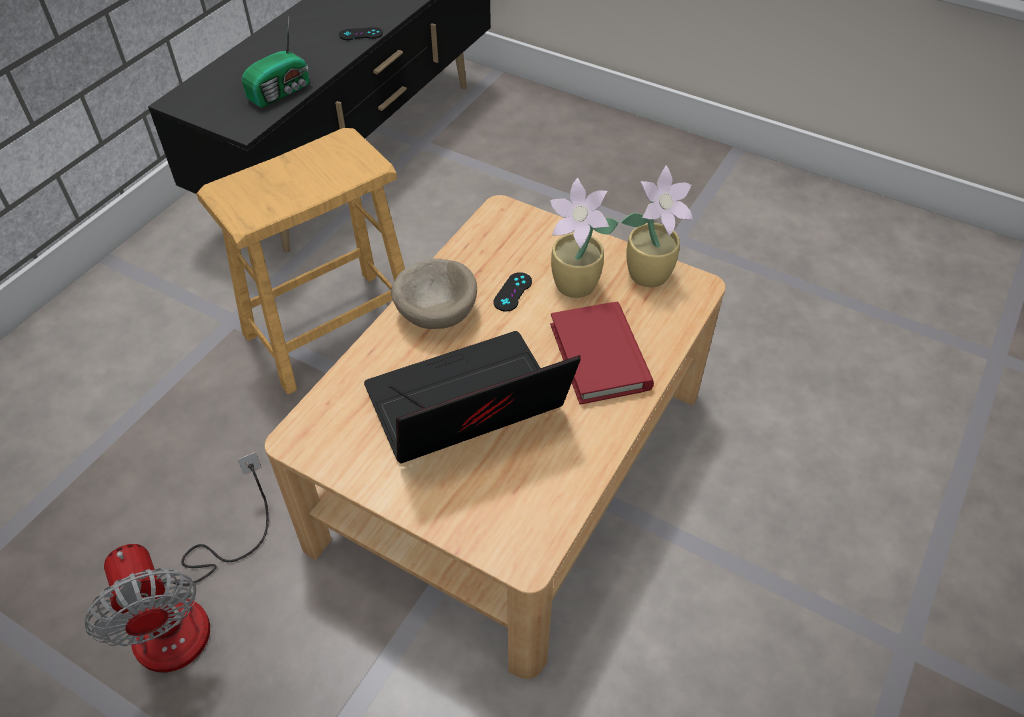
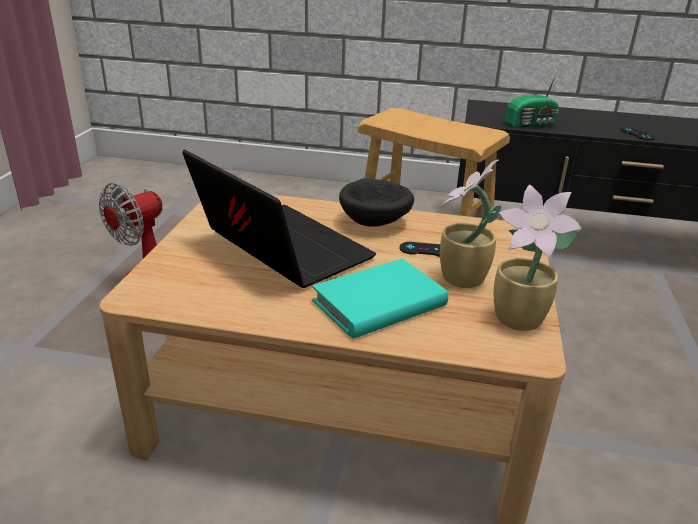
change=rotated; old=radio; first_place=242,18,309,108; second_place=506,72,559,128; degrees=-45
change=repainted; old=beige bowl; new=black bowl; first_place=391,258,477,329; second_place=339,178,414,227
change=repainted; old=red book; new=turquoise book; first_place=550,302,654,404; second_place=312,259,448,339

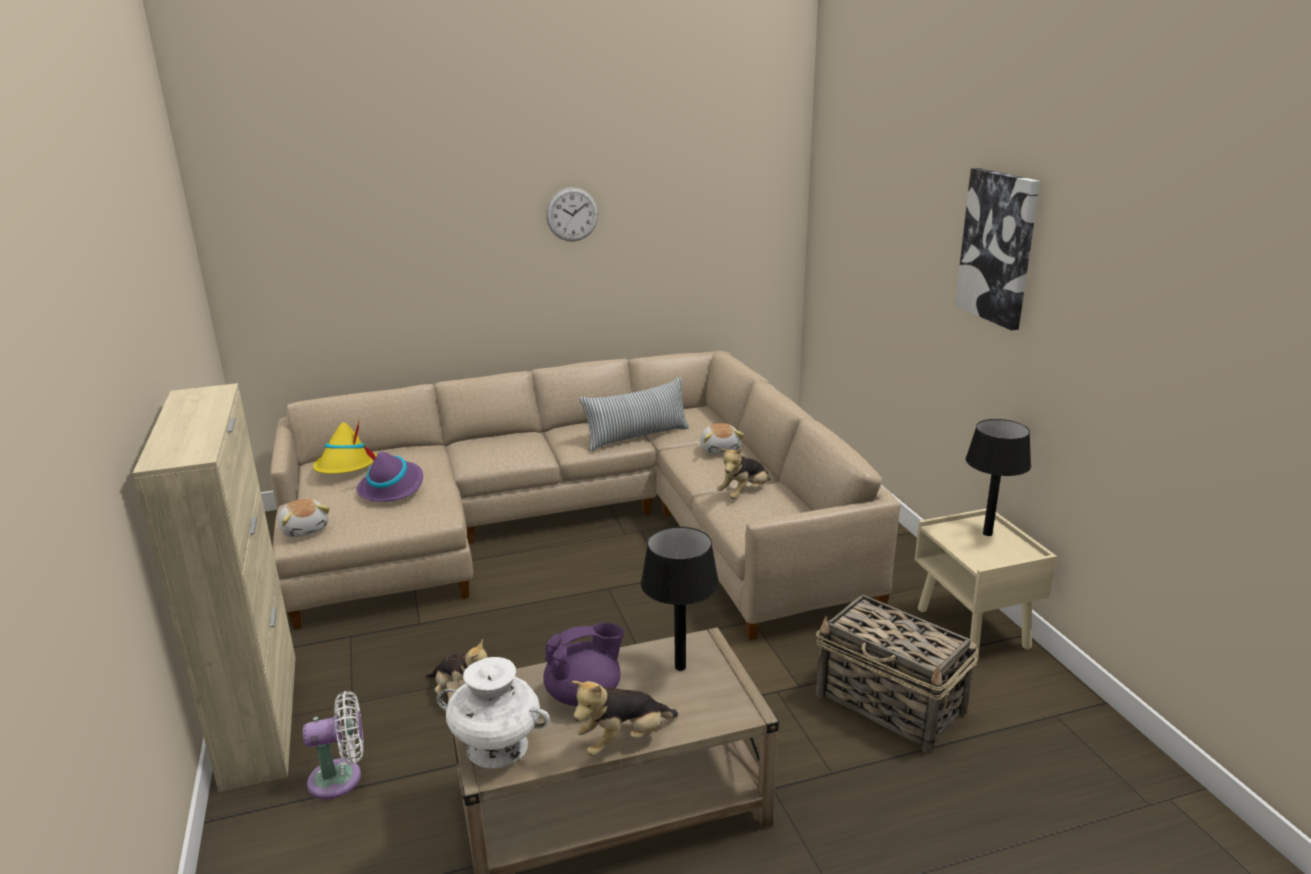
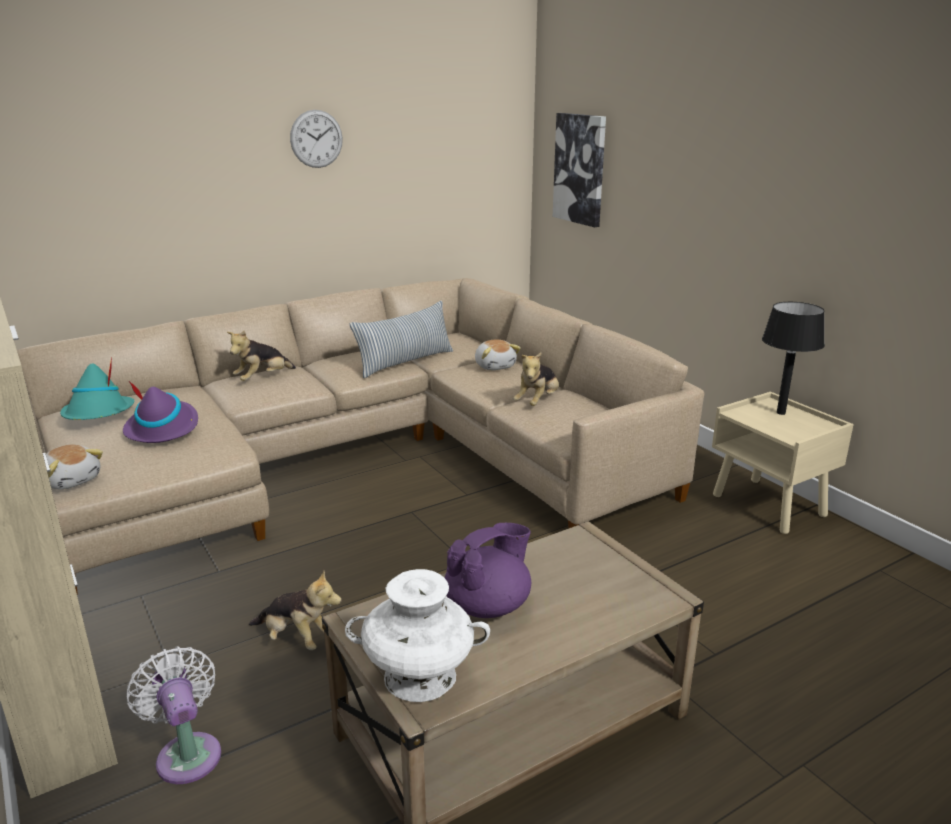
change=shifted; old=picture; first_place=955,168,1040,330; second_place=553,113,606,227
change=repainted; old=yellow hat; new=turquoise hat; first_place=313,421,377,474; second_place=60,357,134,420
change=gone; old=black table lamp; first_place=641,527,719,671
change=gone; old=basket; first_place=816,594,979,753
change=shifted; old=plush toy; first_place=572,681,678,756; second_place=227,330,296,381
change=rotated; old=white fan; first_place=303,691,364,799; second_place=127,646,221,784; degrees=-90

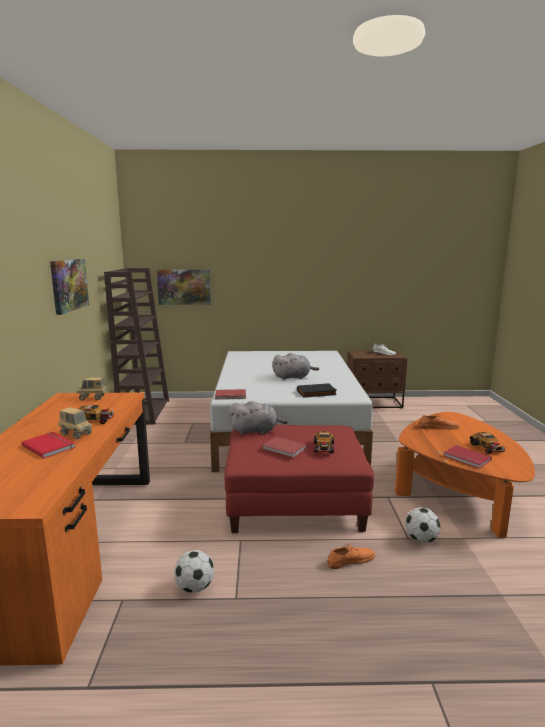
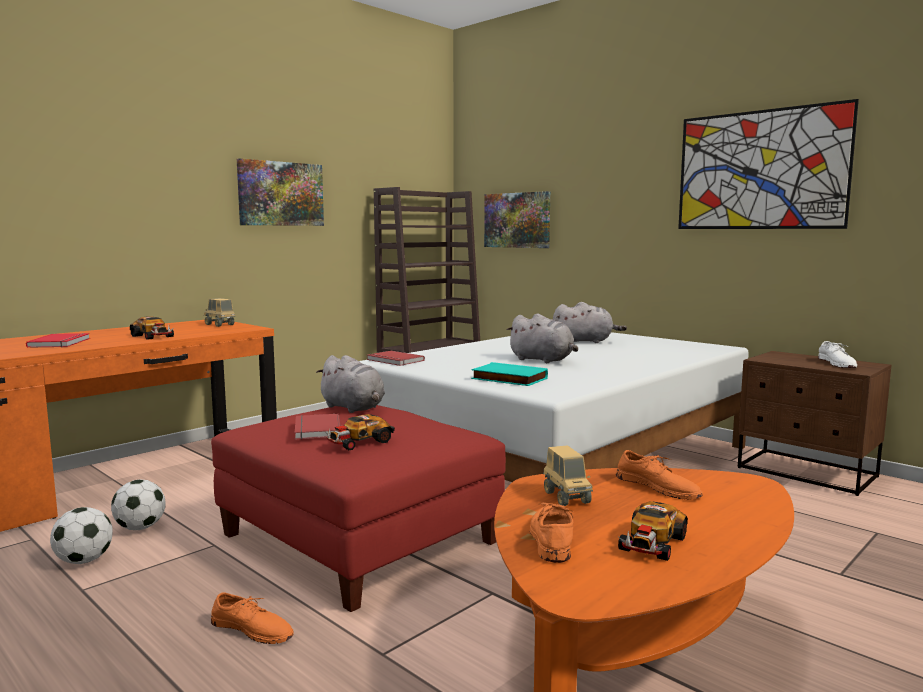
change=repainted; old=black book; new=turquoise book; first_place=297,383,337,398; second_place=471,362,548,386
change=shifted; old=toy truck; first_place=58,407,92,439; second_place=543,445,593,506
change=swapped; old=red book; new=orange shoe; first_place=444,445,492,469; second_place=530,503,574,563
change=shifted; old=football; first_place=405,508,441,543; second_place=111,480,166,530
change=new; new=picture; second_place=678,99,859,229
change=new; new=grey plush toy; second_place=553,302,627,343

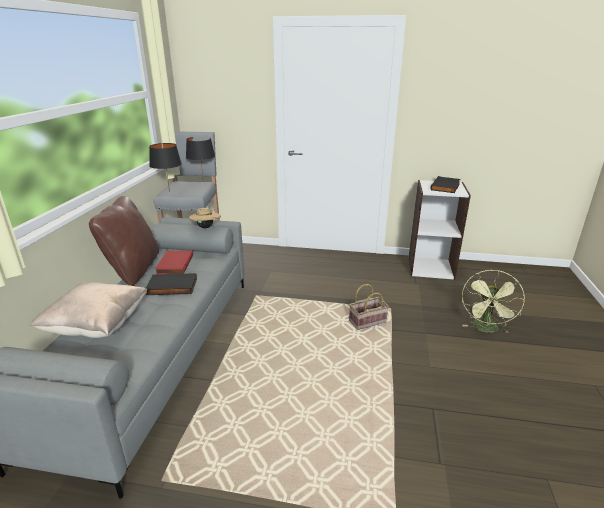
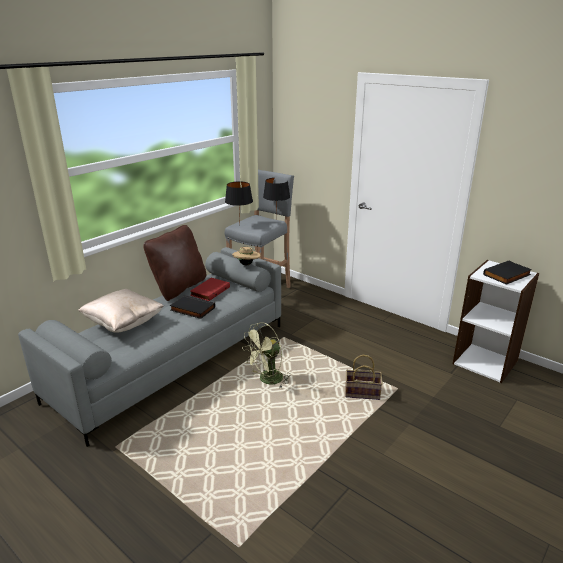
change=shifted; old=green fan; first_place=462,270,525,333; second_place=242,322,291,389

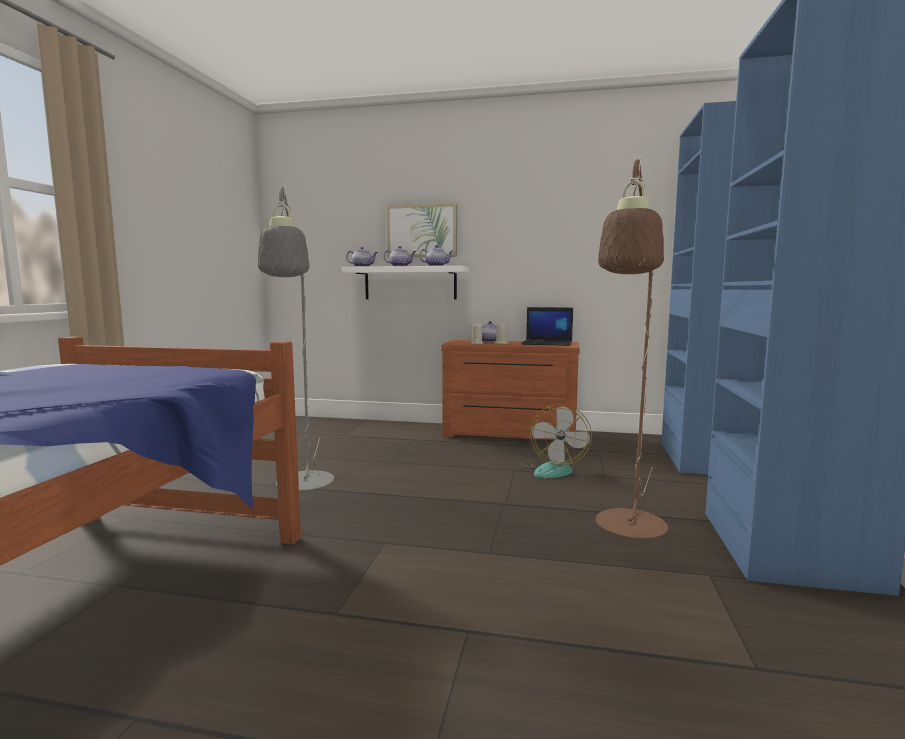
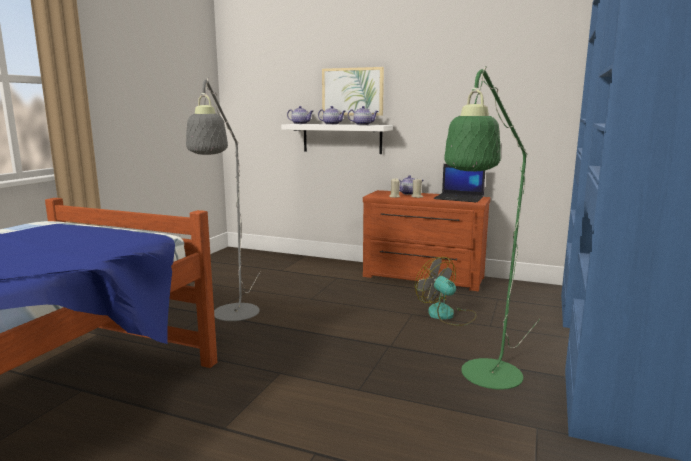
change=repainted; old=brown floor lamp; new=green floor lamp; first_place=596,156,668,539; second_place=444,66,540,389
change=rotated; old=fan; first_place=521,404,592,478; second_place=415,257,476,326; degrees=120

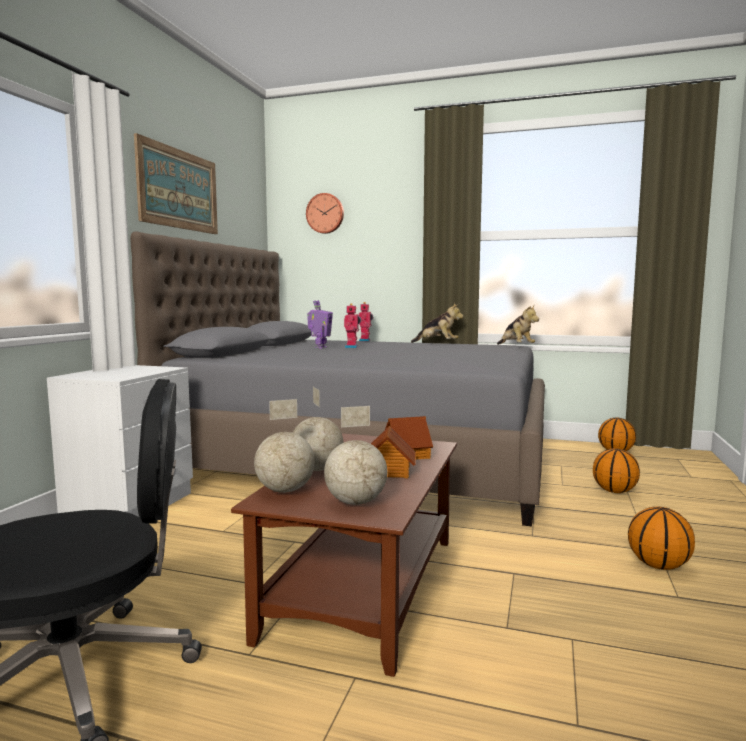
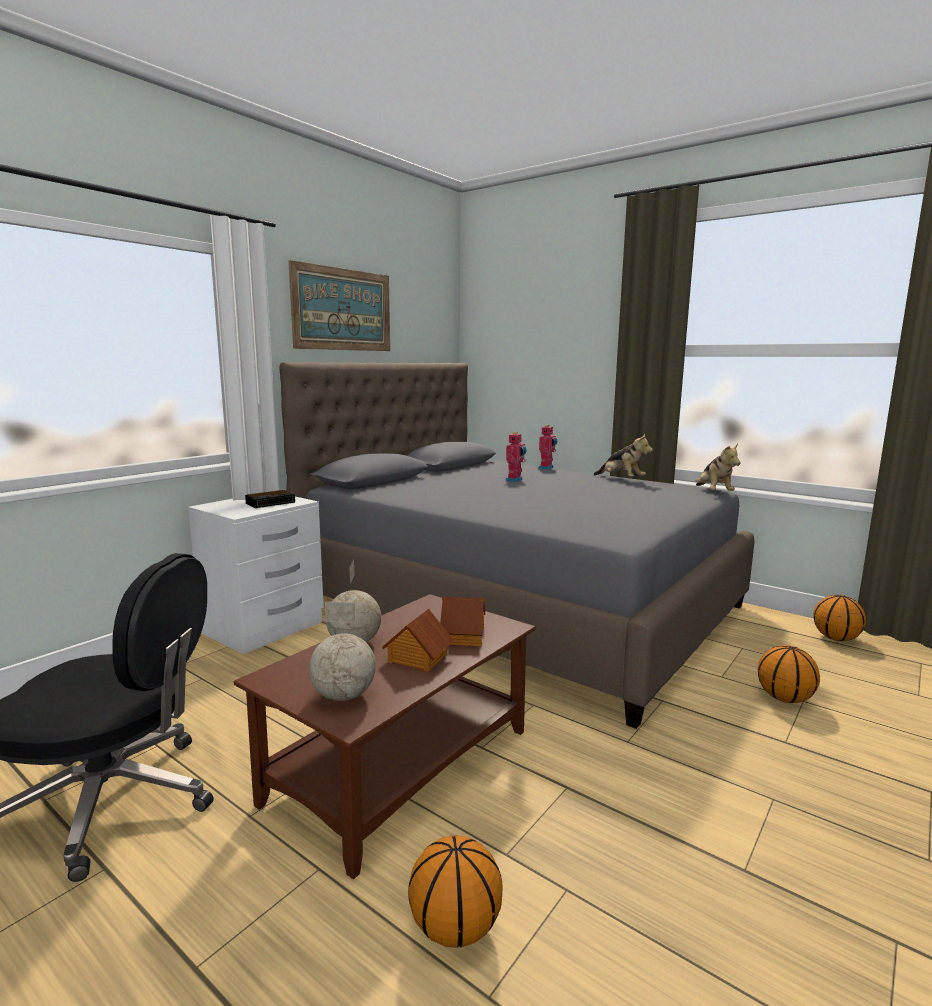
change=gone; old=wall clock; first_place=306,193,344,234
change=gone; old=toy robot; first_place=307,300,333,349
change=gone; old=globe; first_place=254,399,315,493
change=shifted; old=basketball; first_place=628,506,695,570; second_place=408,835,503,948
change=new; new=alarm clock; second_place=245,490,295,508

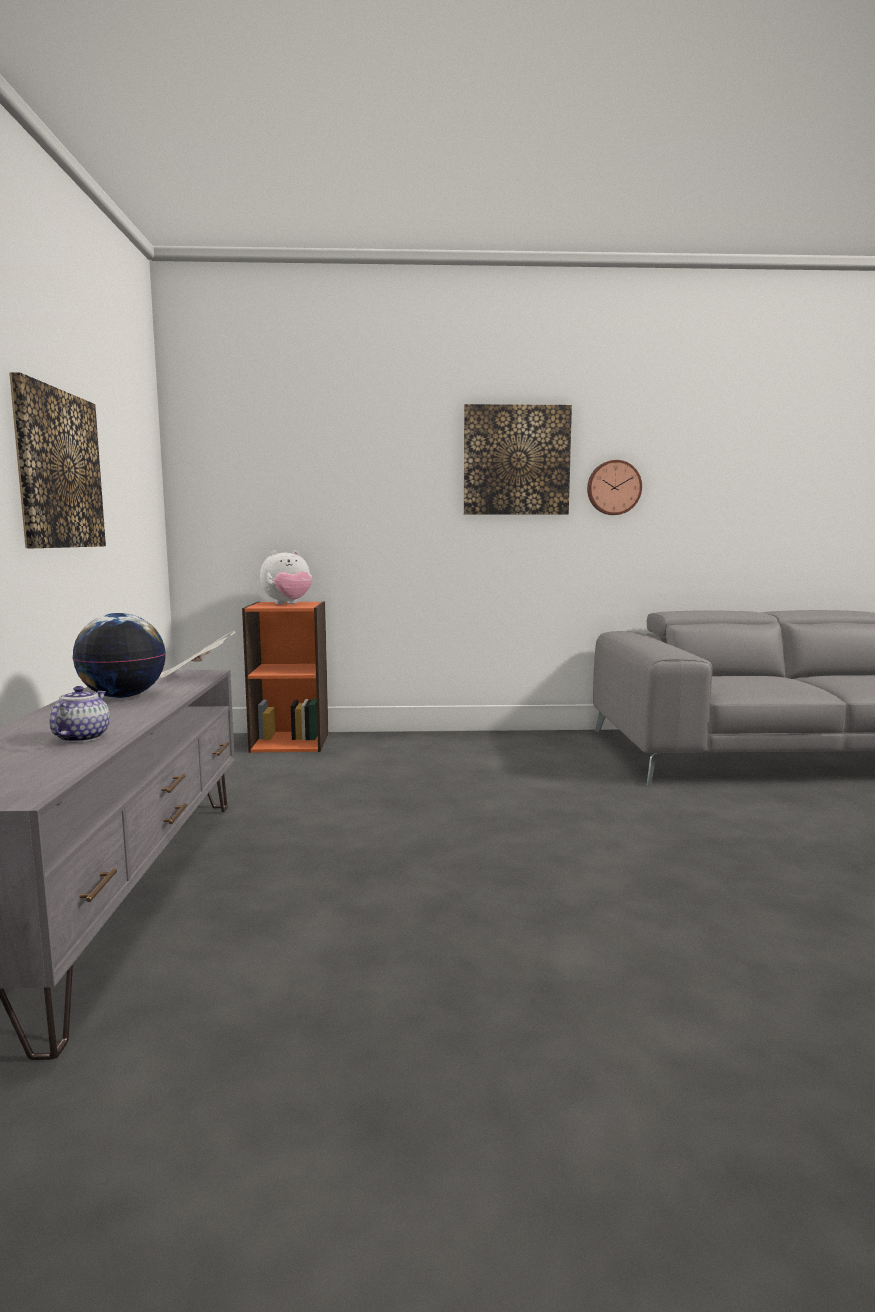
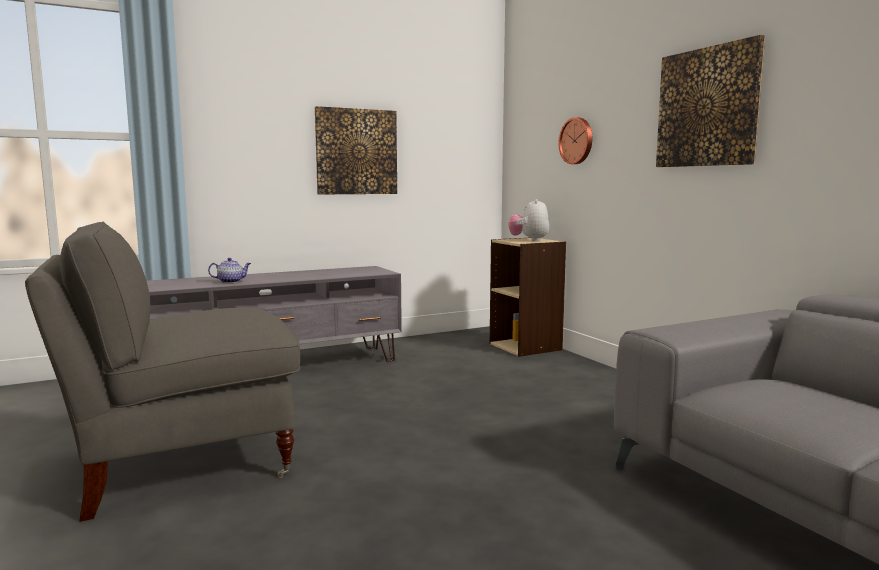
change=shifted; old=wall clock; first_place=587,460,642,515; second_place=558,117,592,164
change=rotated; old=plush toy; first_place=260,550,312,604; second_place=508,199,549,241; degrees=60
change=repainted; old=orange bookcase; new=beige bookcase; first_place=242,602,328,753; second_place=490,238,566,357
change=gone; old=globe; first_place=72,613,166,698
change=gone; old=newspaper; first_place=159,631,235,678
change=new; new=grey armchair; second_place=25,222,300,522

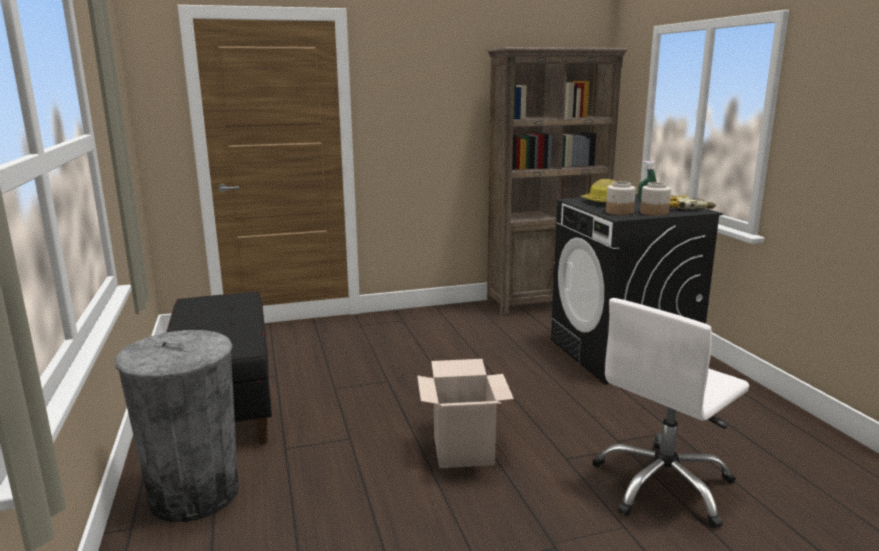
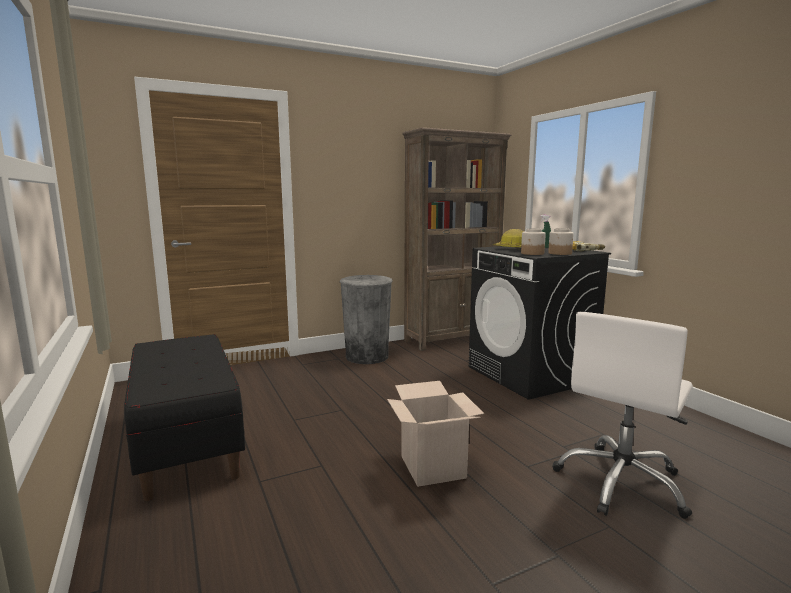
change=shifted; old=grey trash can; first_place=114,330,239,522; second_place=340,275,393,364

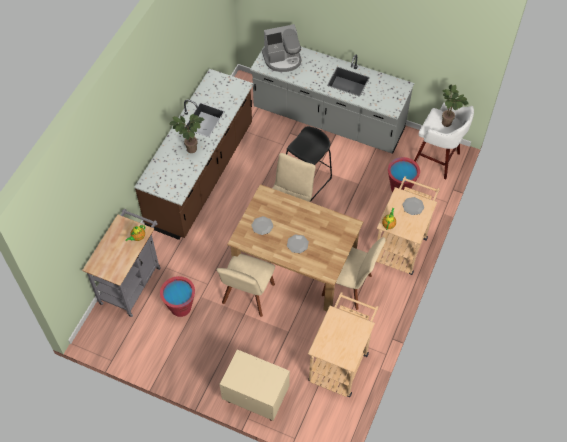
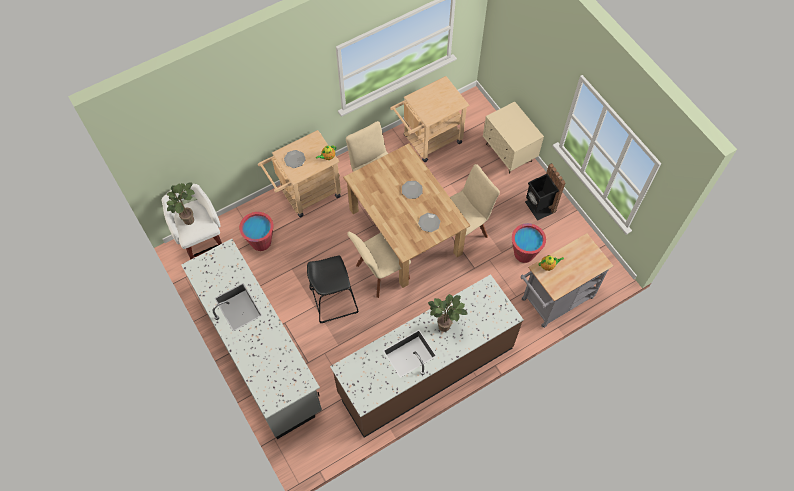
change=gone; old=coffee machine; first_place=262,24,301,72
change=new; new=black trash can; second_place=525,163,566,221

